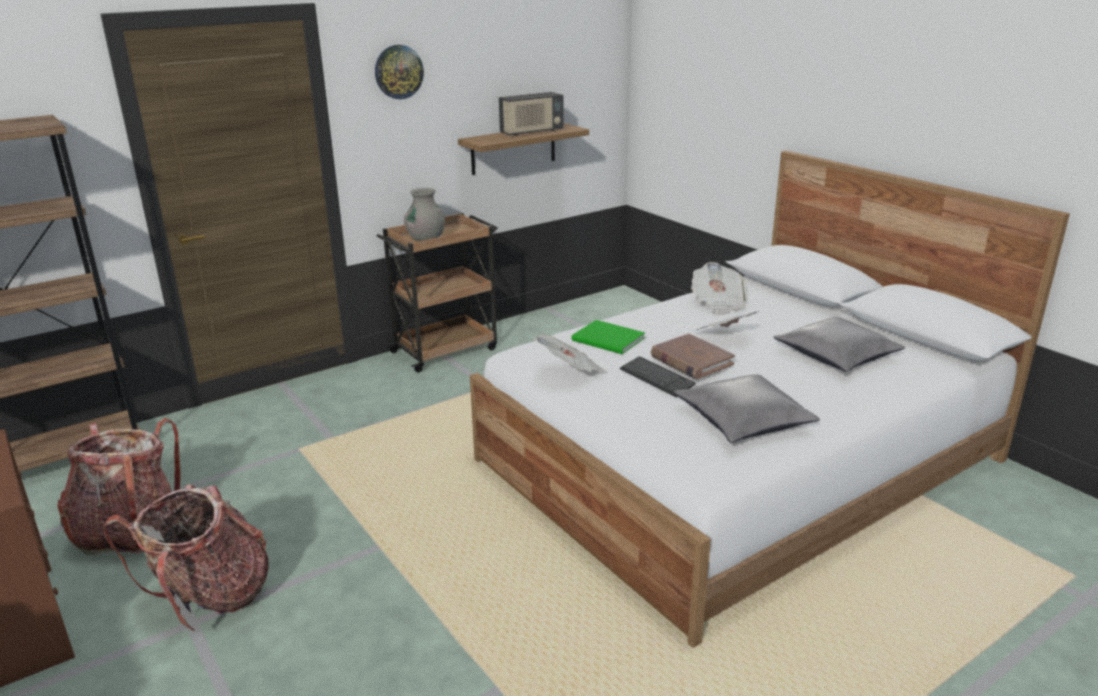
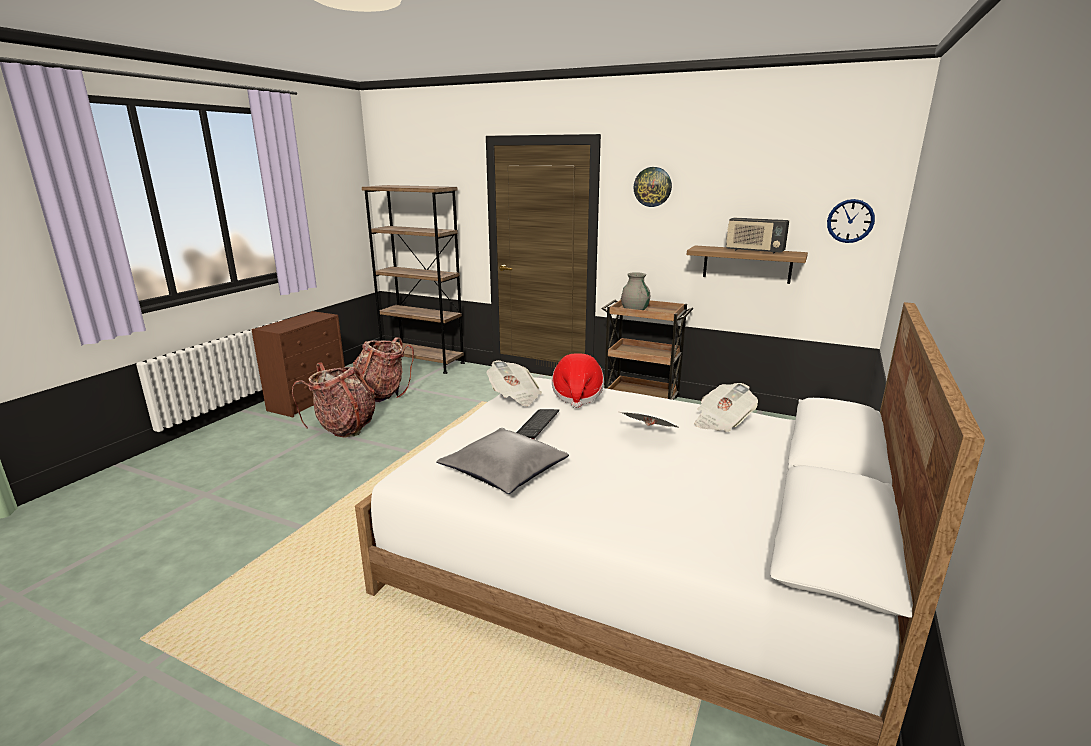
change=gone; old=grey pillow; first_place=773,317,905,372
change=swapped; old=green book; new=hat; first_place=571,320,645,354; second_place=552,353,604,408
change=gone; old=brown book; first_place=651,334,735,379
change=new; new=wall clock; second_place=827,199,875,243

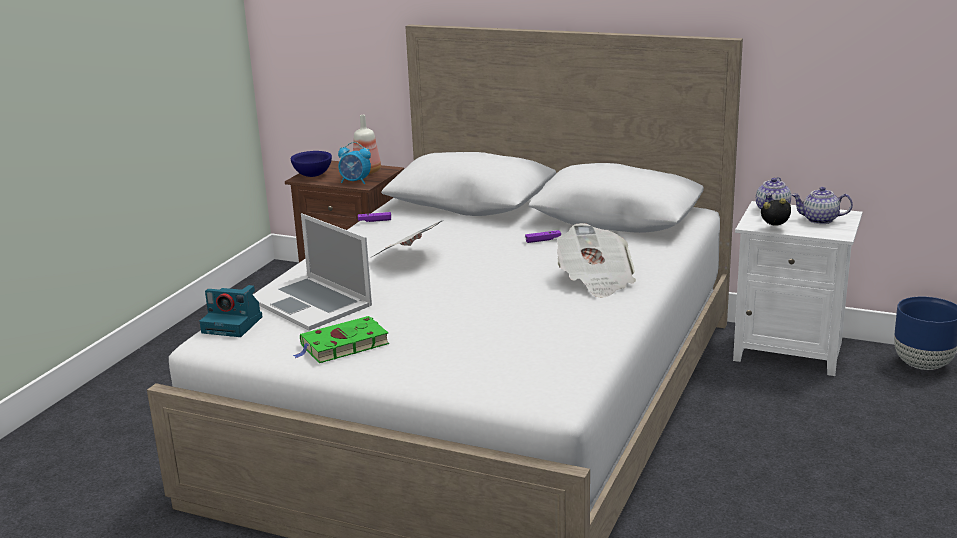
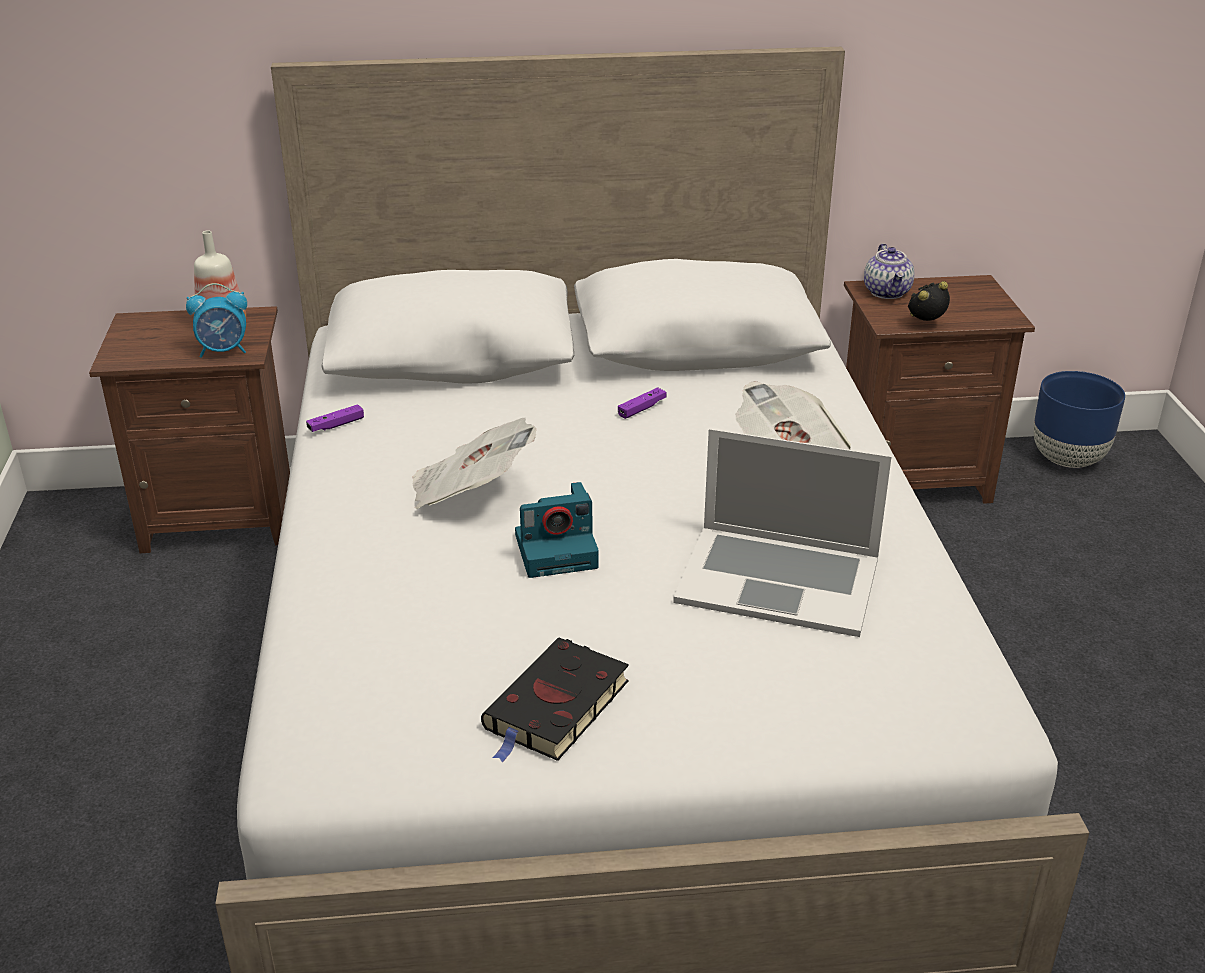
change=gone; old=blue bowl; first_place=291,151,332,177
change=gone; old=teapot; first_place=792,187,853,224
change=repainted; old=white nightstand; new=brown nightstand; first_place=733,201,862,376; second_place=844,275,1035,504
change=shifted; old=laptop; first_place=252,213,372,331; second_place=673,429,892,637
change=shifted; old=photo camera; first_place=200,285,263,337; second_place=515,482,599,578
change=repainted; old=green book; new=black book; first_place=292,316,389,363; second_place=481,638,629,762

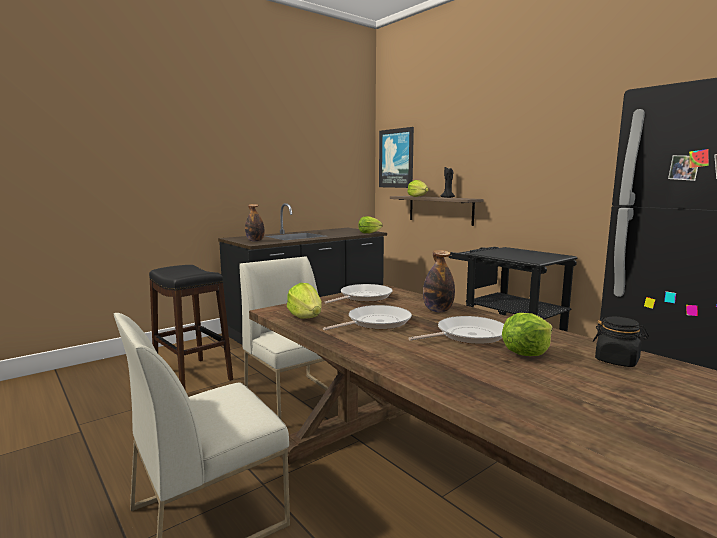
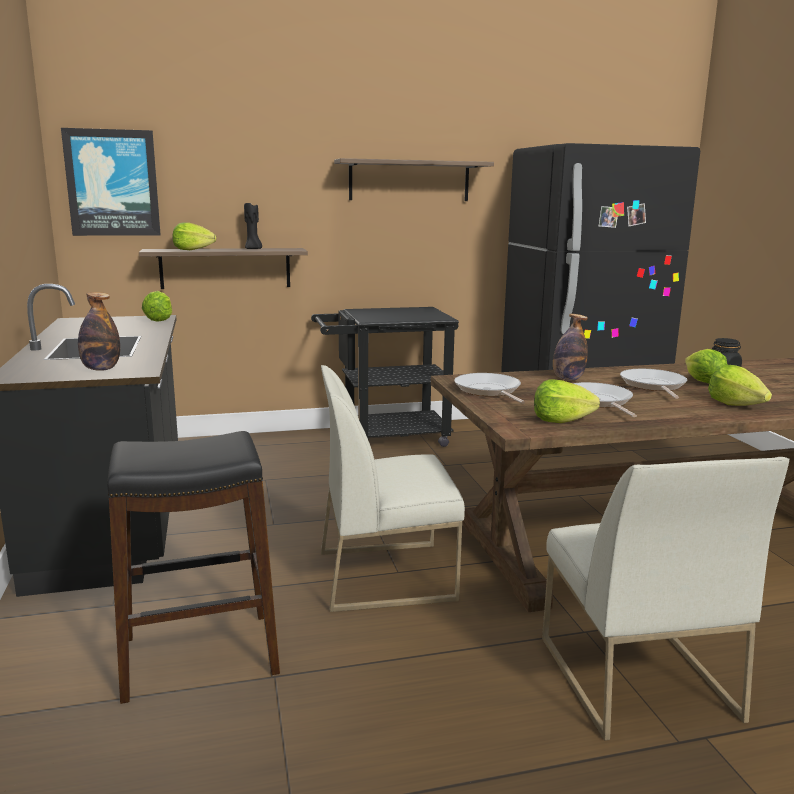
change=new; new=shelf; second_place=334,158,494,201
change=new; new=lettuce; second_place=708,365,772,406

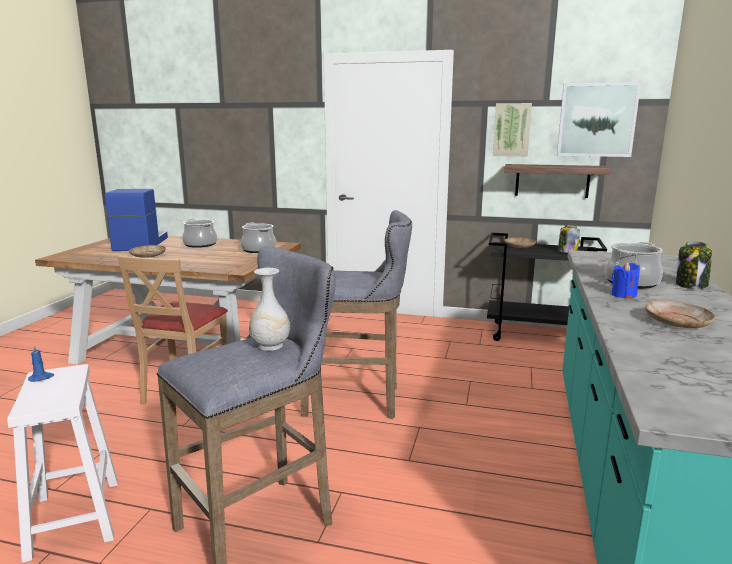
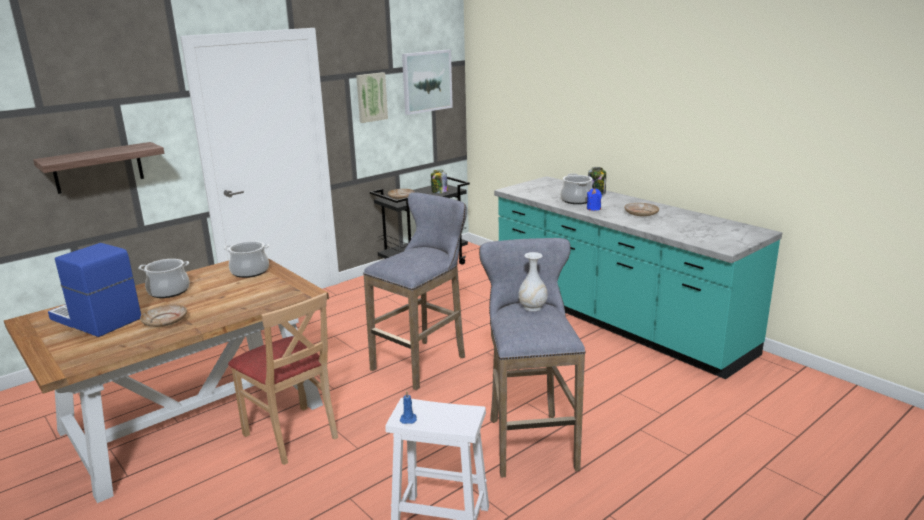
change=shifted; old=shelf; first_place=504,164,610,198; second_place=33,142,164,194

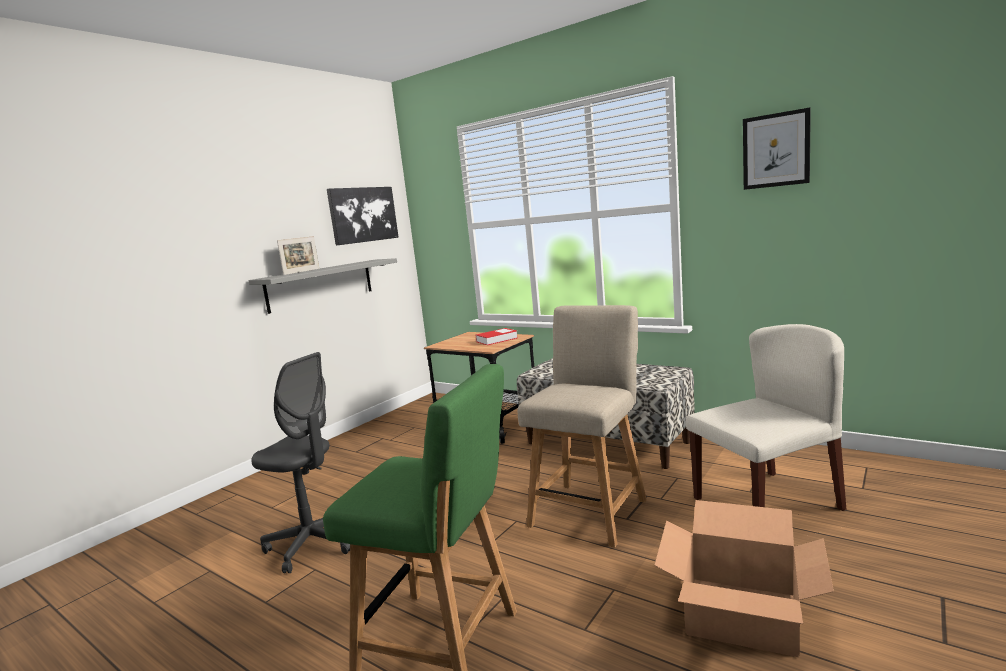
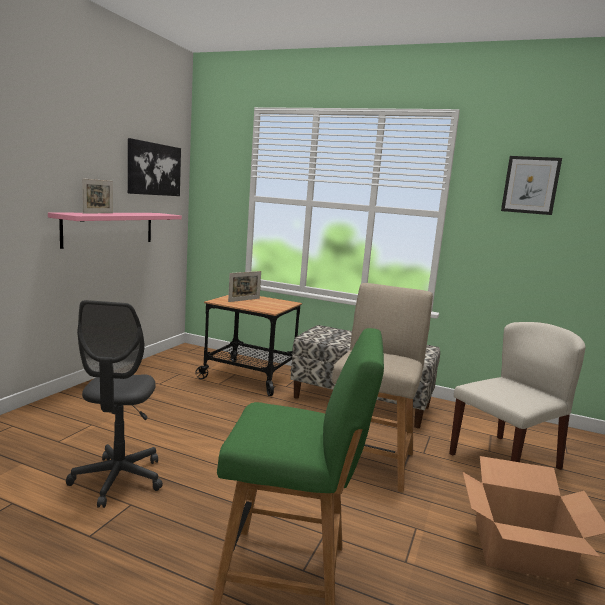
change=repainted; old=grey shelf; new=pink shelf; first_place=249,258,397,314; second_place=48,213,182,249
change=gone; old=book; first_place=476,328,517,345
change=rotated; old=grey office chair; first_place=251,352,350,573; second_place=66,300,163,508; degrees=75
change=new; new=picture frame; second_place=228,271,261,302

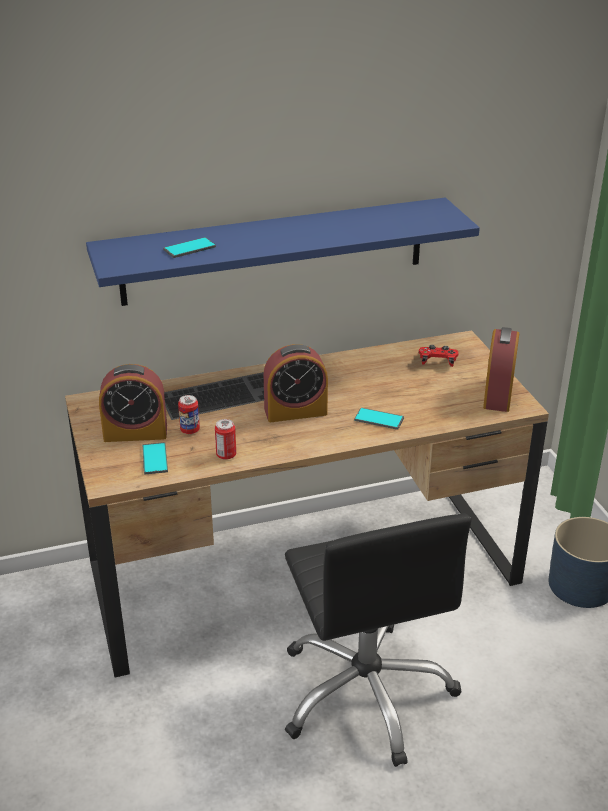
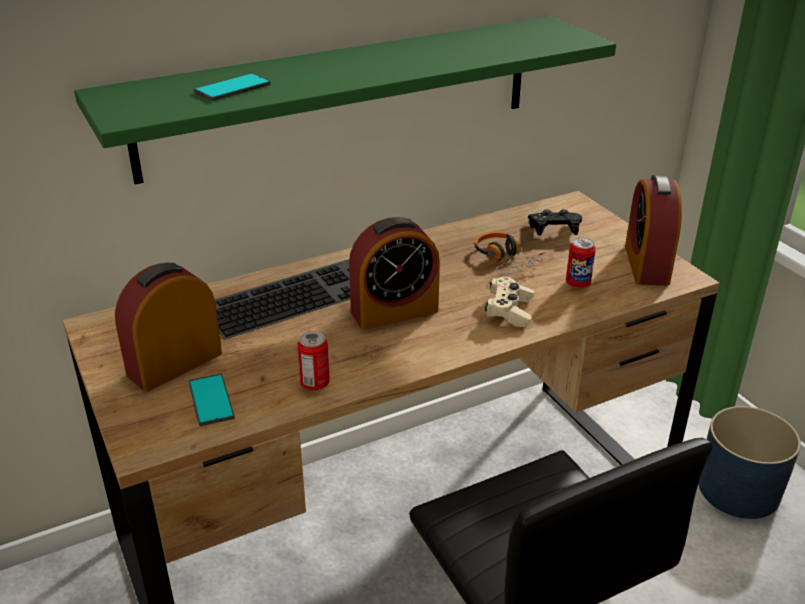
change=repainted; old=blue shelf; new=green shelf; first_place=86,198,480,306; second_place=74,16,616,184
change=repainted; old=red game controller; new=black game controller; first_place=419,345,459,367; second_place=528,209,582,235
change=rotated; old=alarm clock; first_place=99,364,167,442; second_place=115,263,222,392; degrees=150
change=shifted; old=can; first_place=178,395,200,434; second_place=566,237,596,288
change=swapped; old=phone; new=beige game controller; first_place=354,408,404,430; second_place=485,277,534,327
change=new; new=headphones; second_place=474,232,546,274

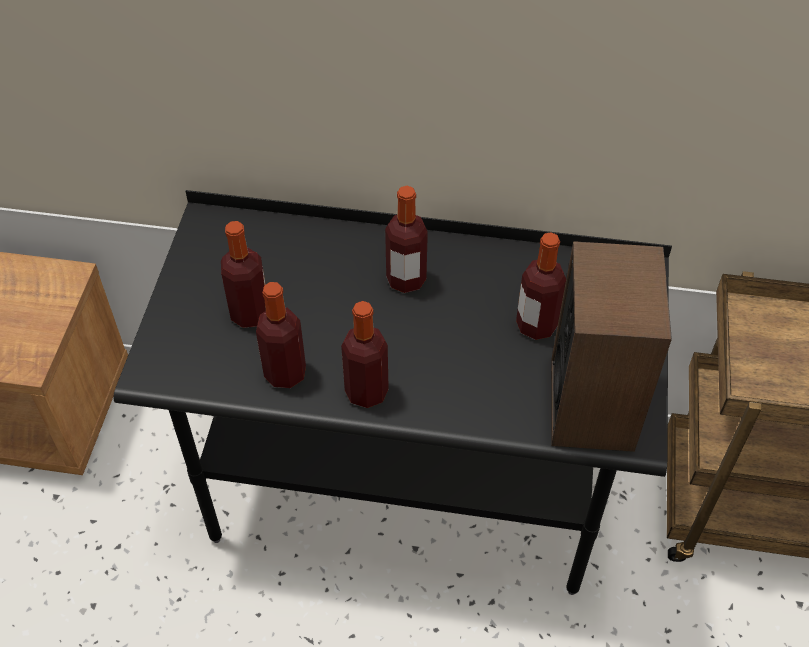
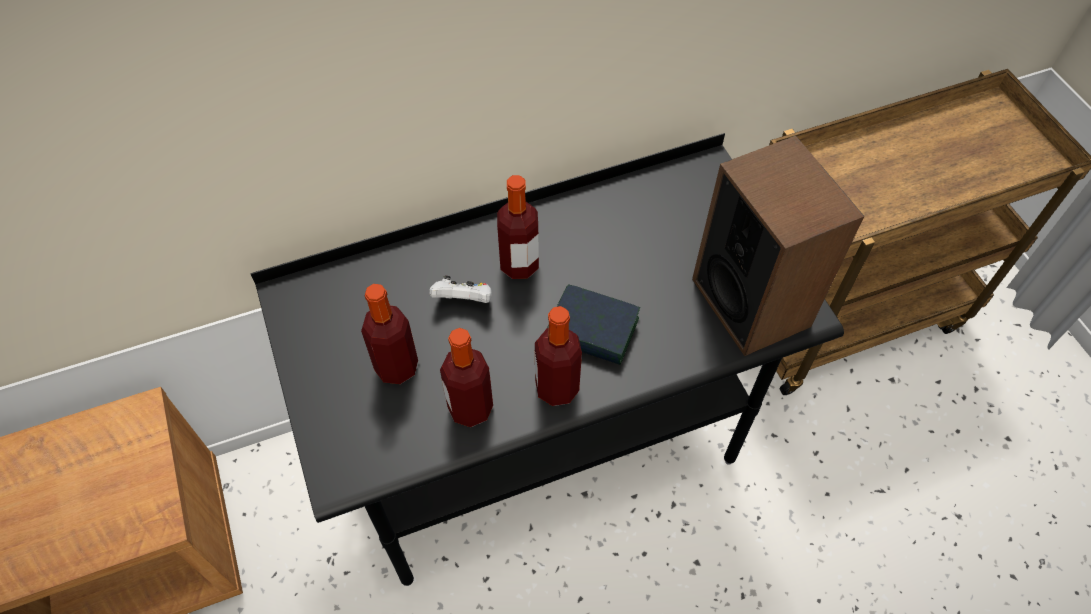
change=gone; old=bottle; first_place=516,232,566,340
change=new; new=white game controller; second_place=429,275,492,303
change=new; new=book; second_place=547,284,640,365

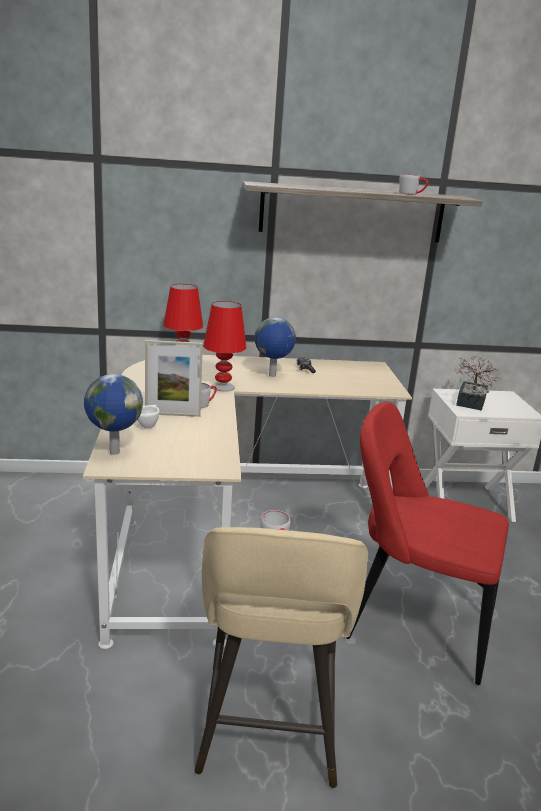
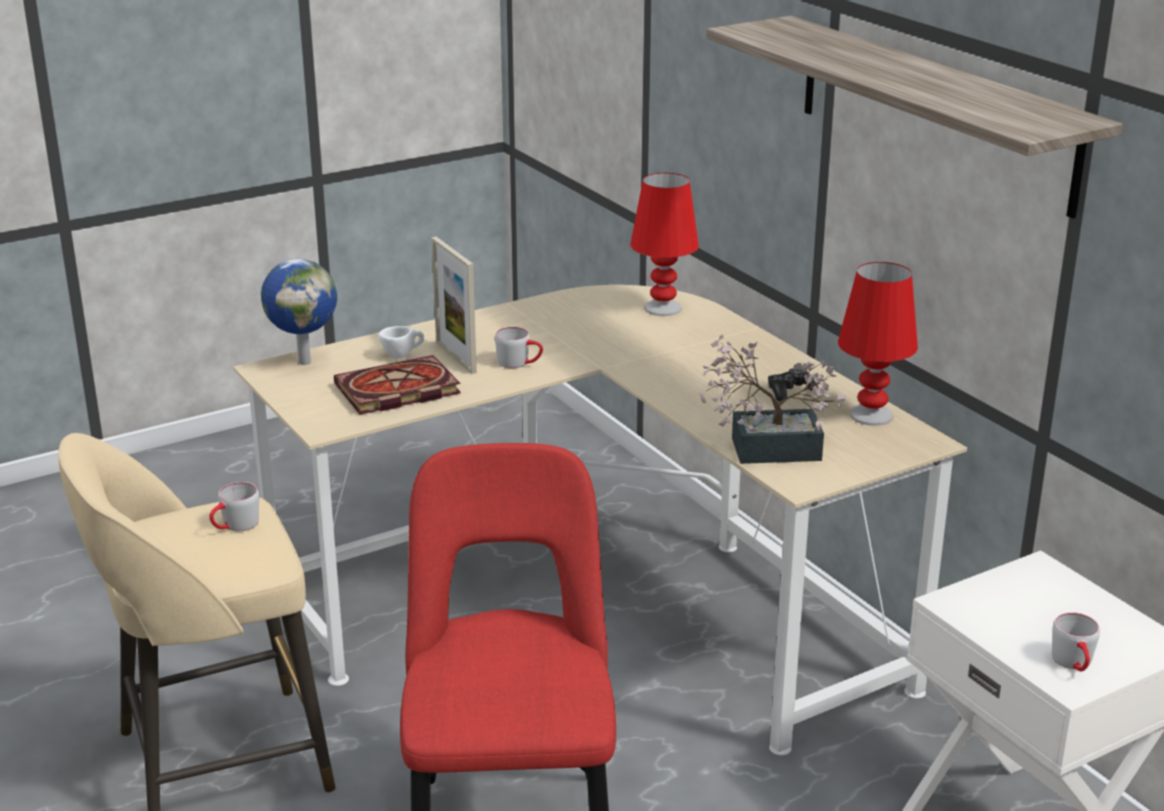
change=shifted; old=grey mug; first_place=399,174,428,195; second_place=1052,612,1100,672
change=shifted; old=red table lamp; first_place=203,301,246,392; second_place=838,262,918,426
change=gone; old=globe; first_place=254,317,296,377
change=shifted; old=potted plant; first_place=455,356,502,411; second_place=699,335,846,464
change=new; new=book; second_place=334,355,461,415

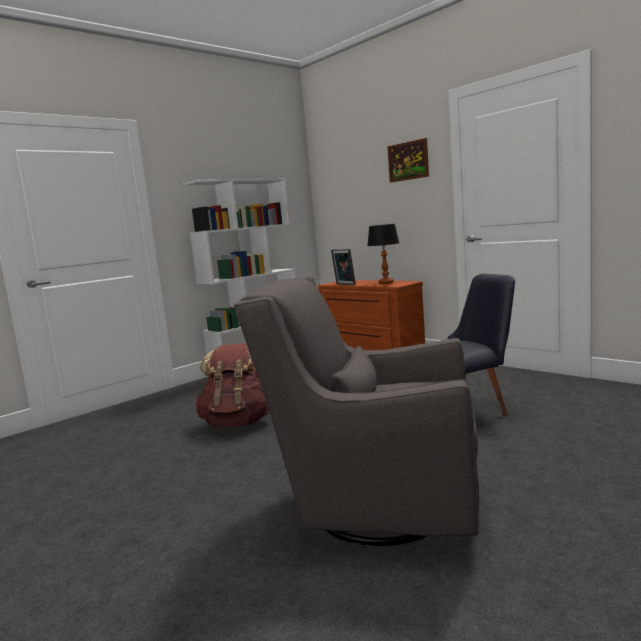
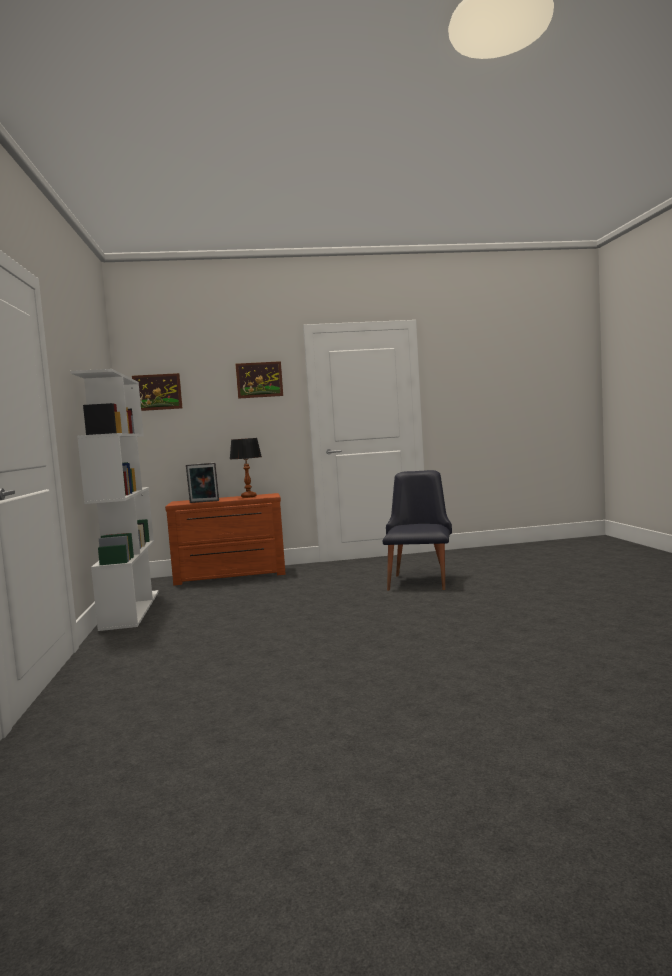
change=gone; old=grey armchair; first_place=234,277,479,546
change=gone; old=brown backpack; first_place=195,343,269,427
change=new; new=picture; second_place=132,373,182,411

